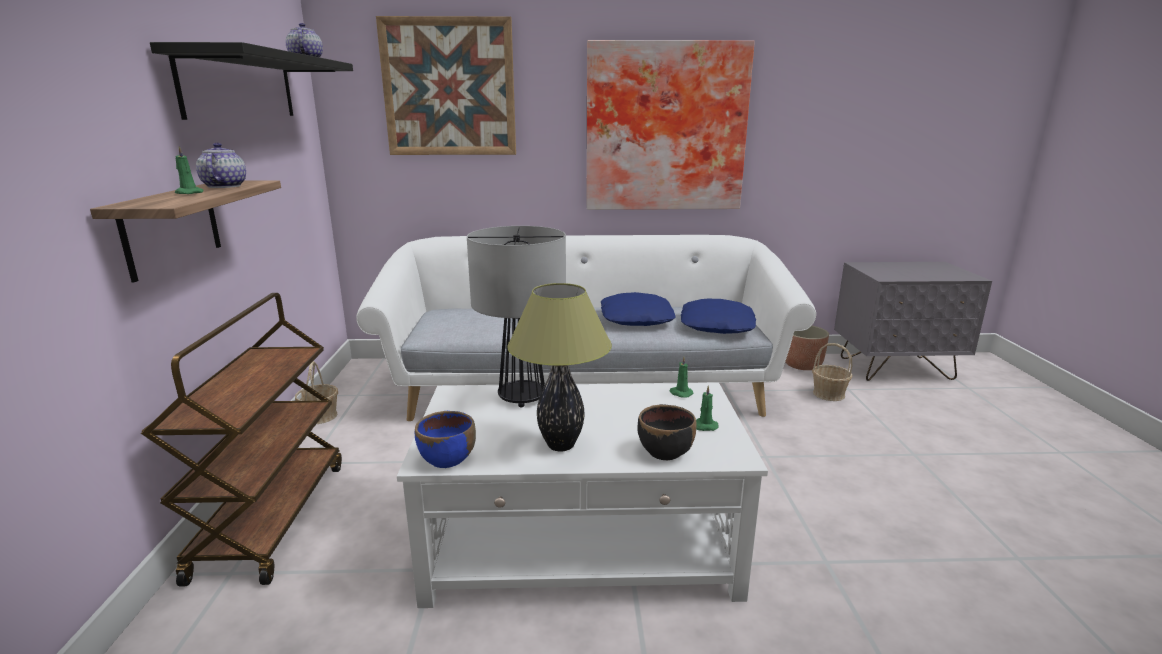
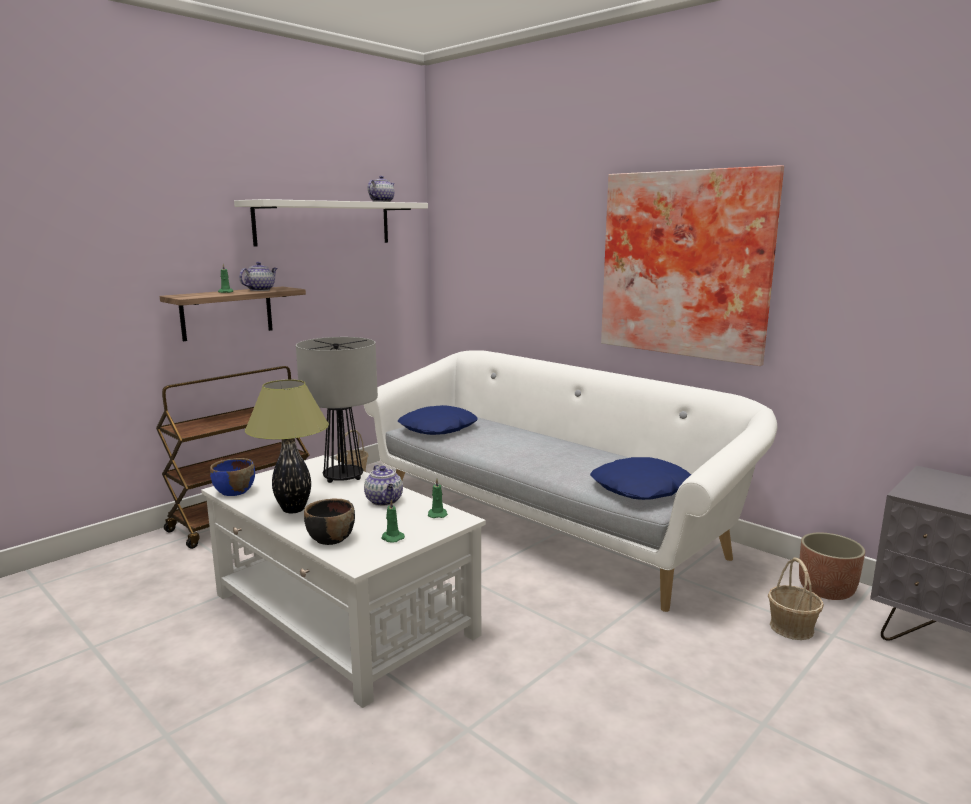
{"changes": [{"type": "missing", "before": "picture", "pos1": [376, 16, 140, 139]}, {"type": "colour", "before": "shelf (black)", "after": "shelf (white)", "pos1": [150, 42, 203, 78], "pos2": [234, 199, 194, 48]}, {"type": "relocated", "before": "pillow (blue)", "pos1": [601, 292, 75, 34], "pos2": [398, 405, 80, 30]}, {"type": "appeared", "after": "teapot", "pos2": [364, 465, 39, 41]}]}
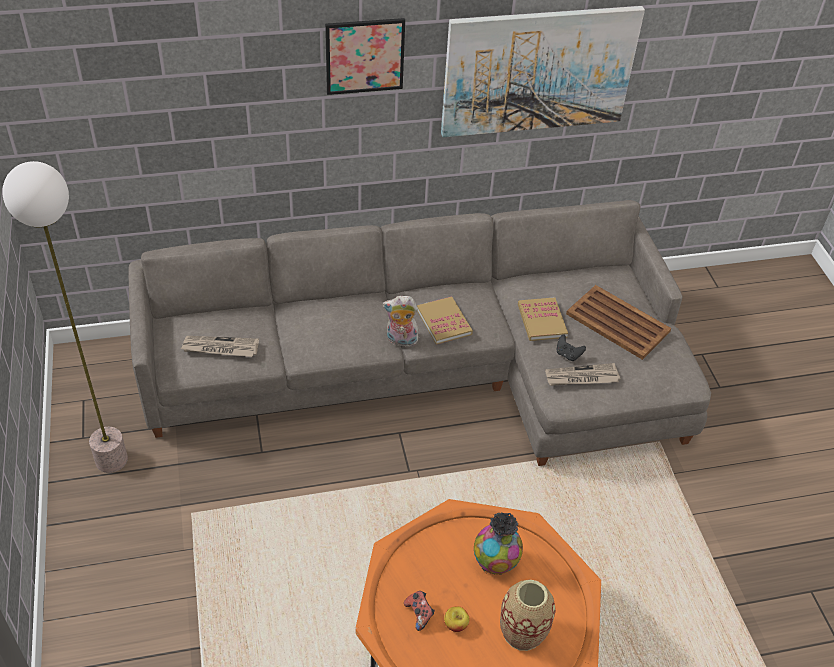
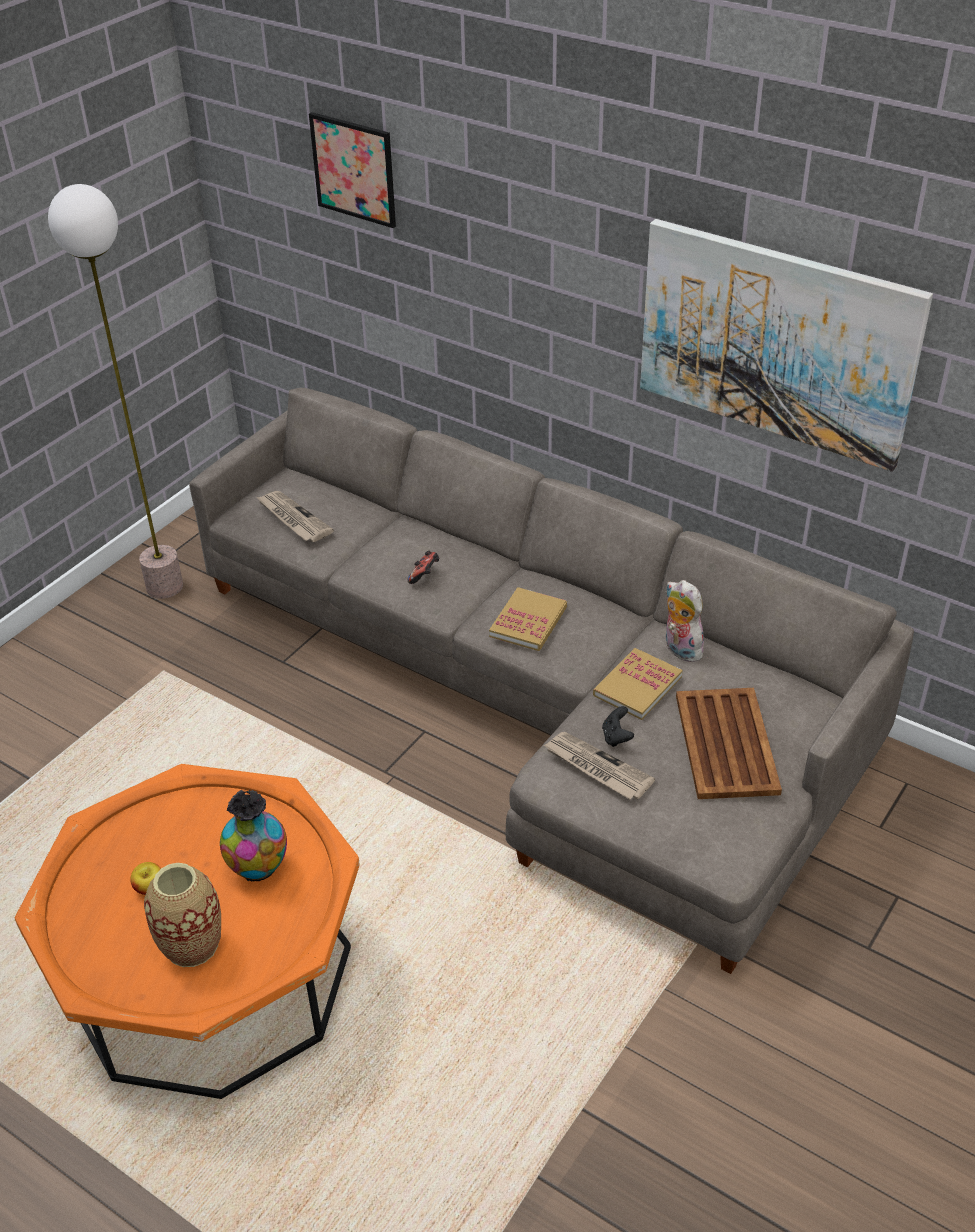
{"changes": [{"type": "relocated", "before": "picture", "pos1": [325, 18, 80, 77], "pos2": [309, 112, 87, 116]}, {"type": "relocated", "before": "plush toy", "pos1": [382, 296, 37, 51], "pos2": [665, 580, 42, 82]}, {"type": "relocated", "before": "game controller", "pos1": [404, 591, 31, 40], "pos2": [408, 550, 32, 34]}]}
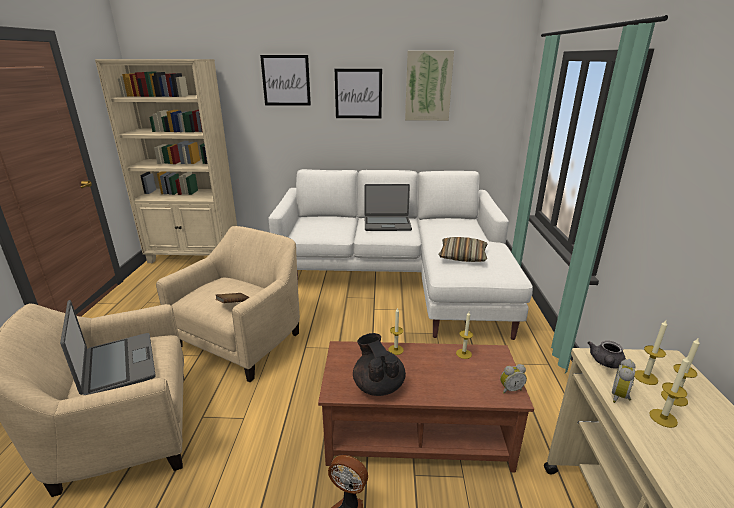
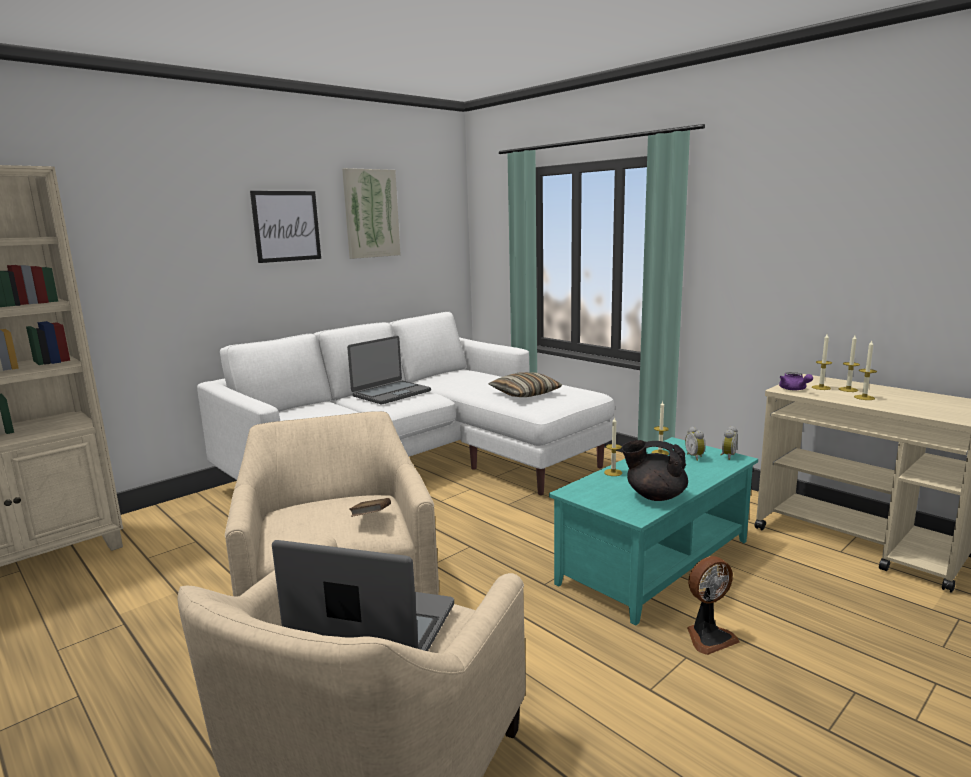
{"changes": [{"type": "missing", "before": "picture", "pos1": [260, 55, 51, 51]}, {"type": "colour", "before": "coffee table (brown)", "after": "coffee table (turquoise)", "pos1": [318, 341, 216, 131], "pos2": [549, 437, 209, 189]}, {"type": "colour", "before": "teapot (grey)", "after": "teapot (purple)", "pos1": [588, 341, 38, 28], "pos2": [779, 372, 34, 18]}, {"type": "relocated", "before": "alarm clock", "pos1": [612, 359, 24, 44], "pos2": [685, 427, 21, 34]}]}
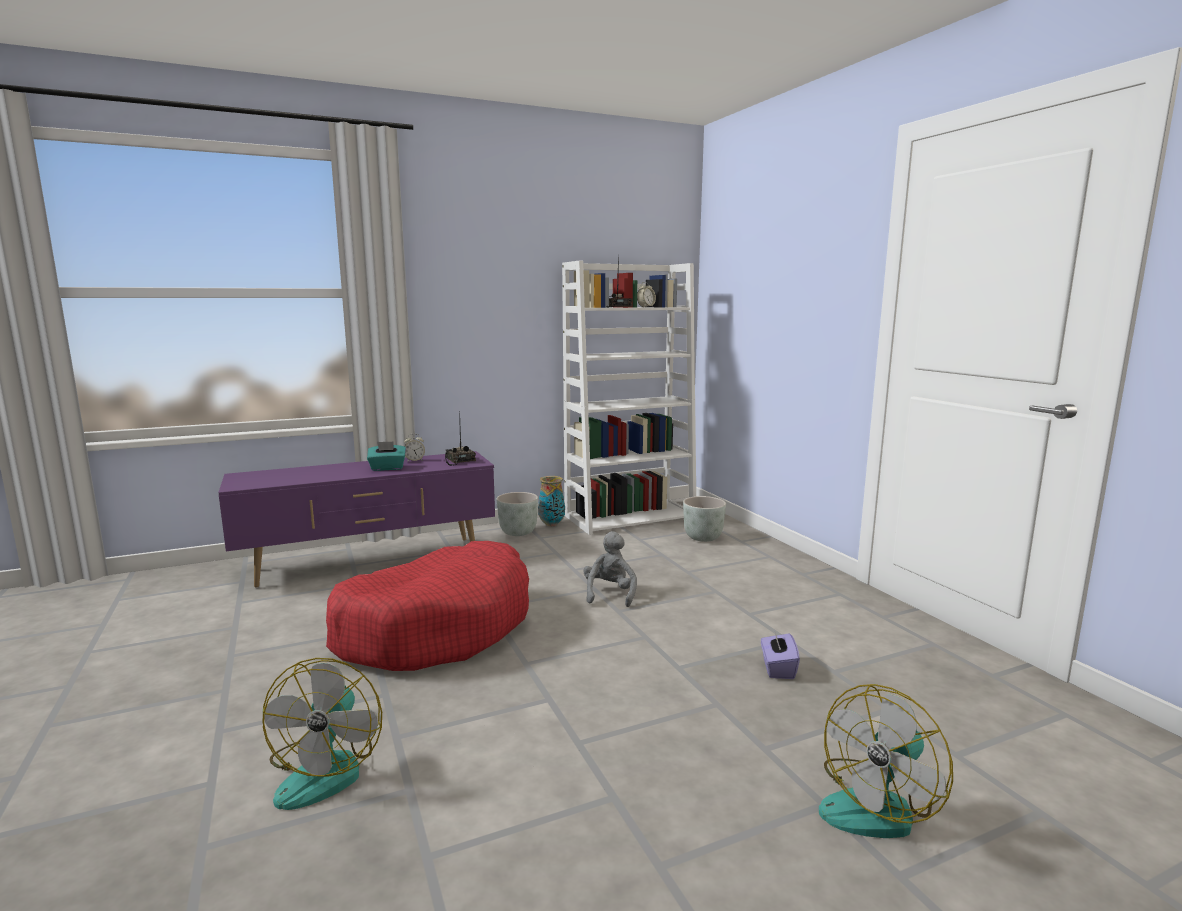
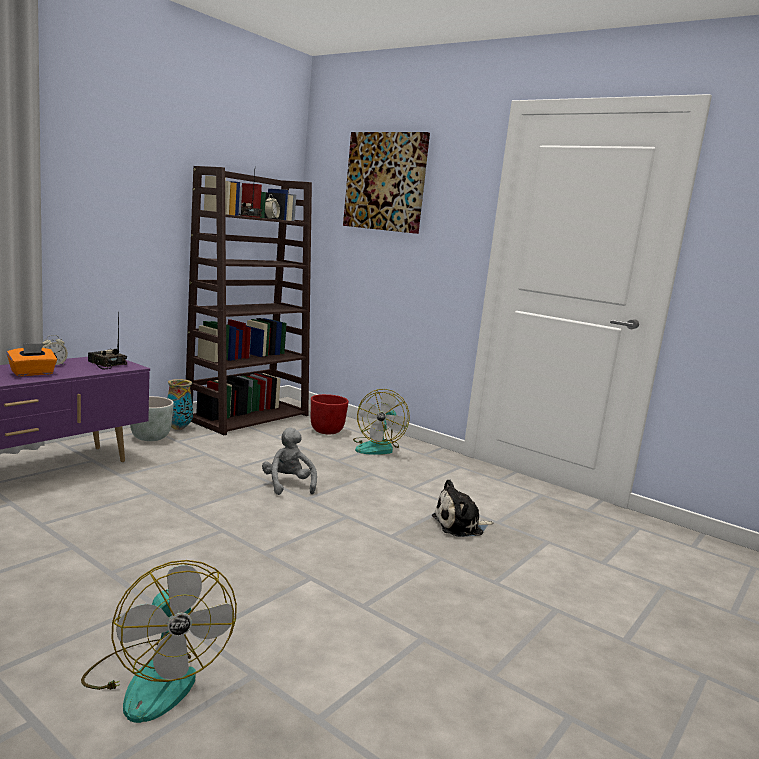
{"changes": [{"type": "colour", "before": "bookcase (white)", "after": "bookcase (brown)", "pos1": [562, 261, 134, 274], "pos2": [186, 166, 126, 269]}, {"type": "colour", "before": "tissue box (turquoise)", "after": "tissue box (orange)", "pos1": [367, 441, 39, 30], "pos2": [7, 343, 50, 33]}, {"type": "colour", "before": "planter (grey)", "after": "planter (red)", "pos1": [683, 496, 43, 46], "pos2": [311, 394, 38, 40]}, {"type": "missing", "before": "dog bed (red)", "pos1": [326, 541, 203, 130]}, {"type": "exchanged", "before": "tissue box (purple)", "after": "plush toy", "pos1": [761, 629, 39, 50], "pos2": [432, 479, 61, 58]}, {"type": "relocated", "before": "fan", "pos1": [819, 684, 134, 154], "pos2": [353, 389, 57, 66]}, {"type": "appeared", "after": "picture", "pos2": [343, 132, 87, 102]}]}
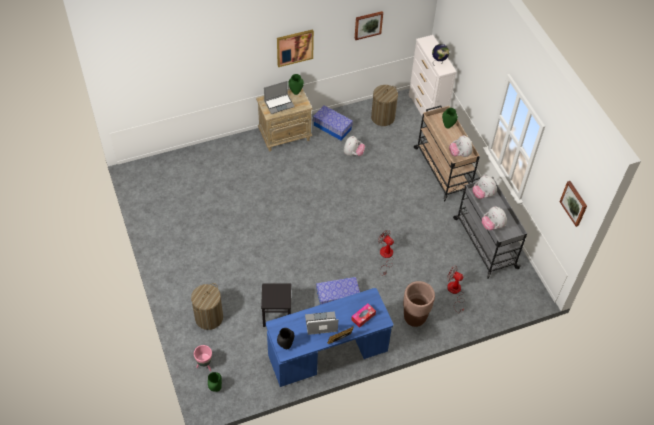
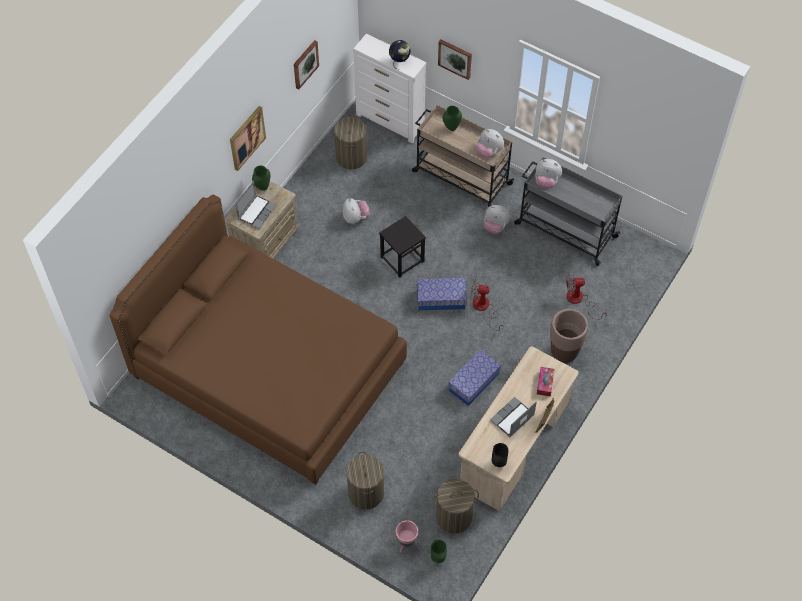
{"changes": [{"type": "relocated", "before": "storage box", "pos1": [313, 105, 40, 35], "pos2": [417, 278, 50, 32]}, {"type": "relocated", "before": "picture", "pos1": [560, 181, 27, 46], "pos2": [438, 39, 34, 41]}, {"type": "relocated", "before": "plush toy", "pos1": [482, 207, 25, 23], "pos2": [484, 205, 26, 29]}, {"type": "relocated", "before": "stool (black)", "pos1": [261, 284, 30, 43], "pos2": [379, 216, 47, 62]}, {"type": "colour", "before": "desk (blue)", "after": "desk (beige)", "pos1": [266, 288, 127, 99], "pos2": [459, 346, 120, 165]}, {"type": "appeared", "after": "bed (brown)", "pos2": [109, 194, 298, 291]}, {"type": "appeared", "after": "laundry basket", "pos2": [433, 479, 46, 55]}]}
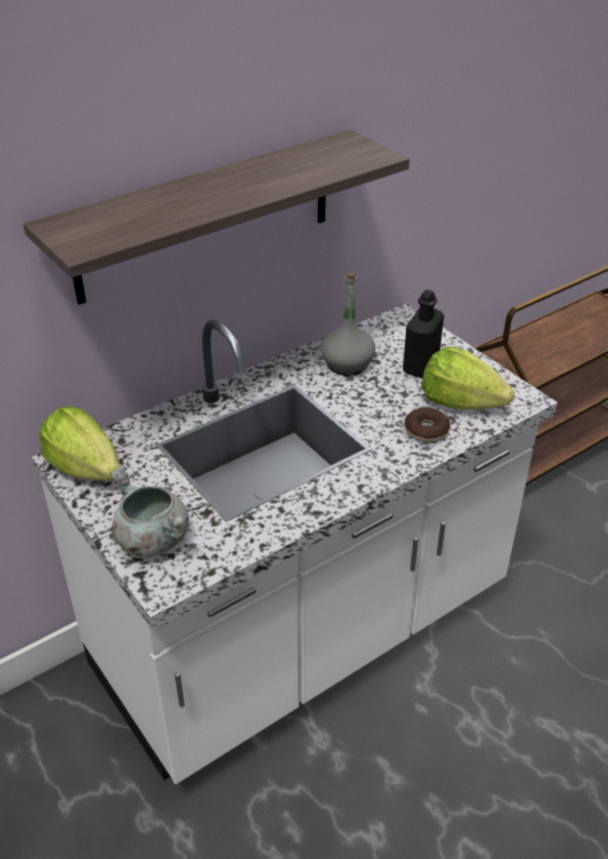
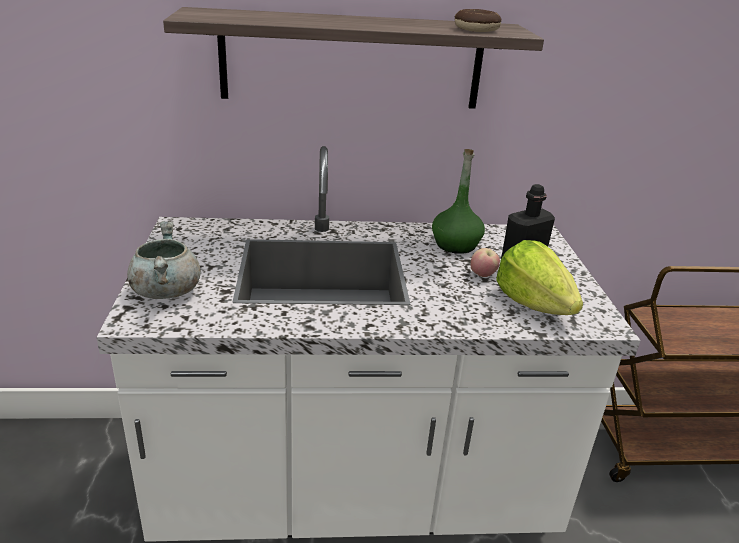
{"changes": [{"type": "colour", "before": "bottle (grey)", "after": "bottle (green)", "pos1": [321, 273, 54, 103], "pos2": [432, 149, 53, 105]}, {"type": "missing", "before": "lettuce", "pos1": [39, 406, 81, 75]}, {"type": "relocated", "before": "donut", "pos1": [405, 408, 45, 34], "pos2": [455, 9, 46, 23]}, {"type": "appeared", "after": "apple", "pos2": [470, 248, 30, 29]}]}
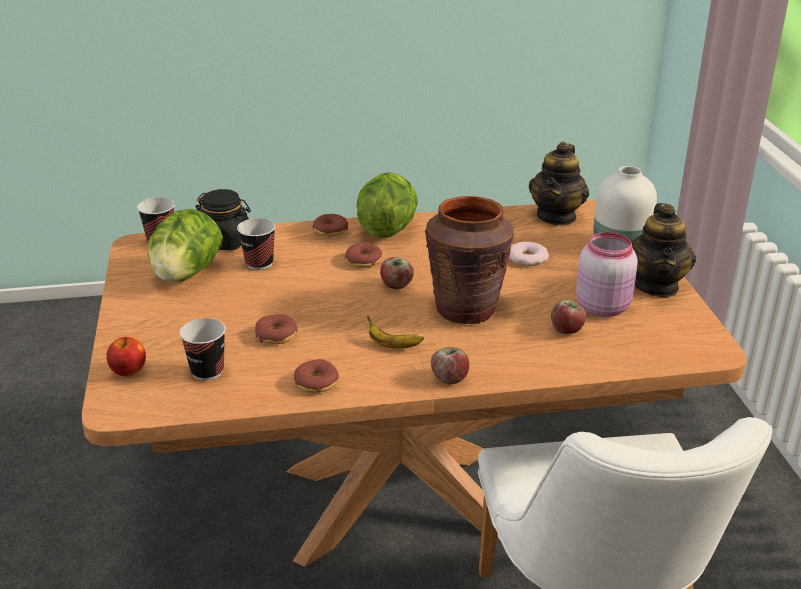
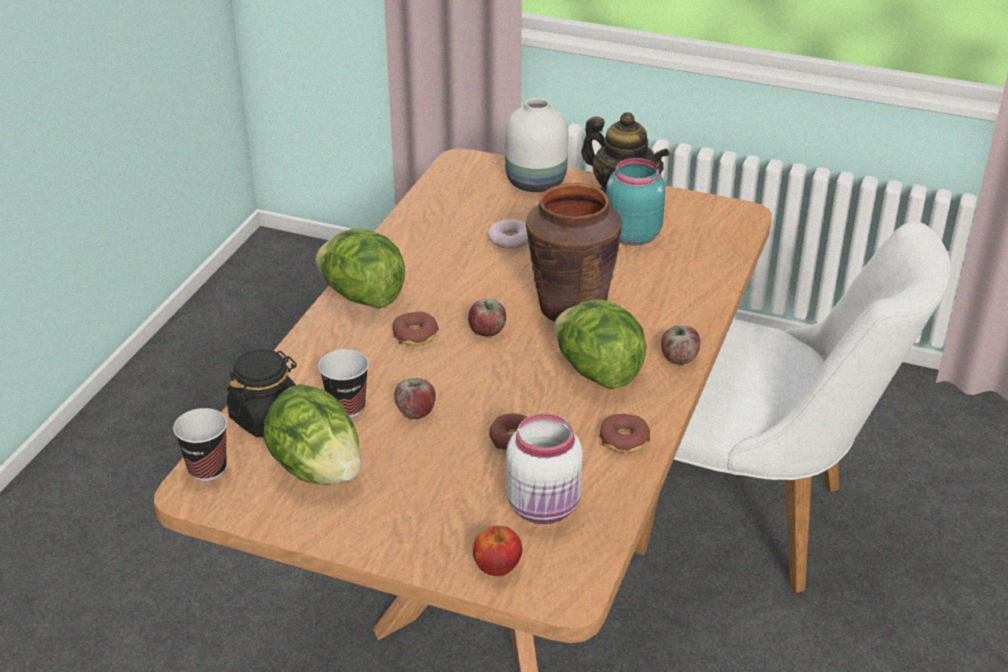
{"changes": [{"type": "missing", "before": "teapot", "pos1": [529, 142, 60, 84]}, {"type": "missing", "before": "donut", "pos1": [313, 214, 35, 23]}, {"type": "colour", "before": "jar (pink)", "after": "jar (turquoise)", "pos1": [576, 232, 62, 85], "pos2": [606, 158, 59, 88]}, {"type": "relocated", "before": "apple", "pos1": [551, 300, 35, 34], "pos2": [394, 378, 42, 41]}, {"type": "exchanged", "before": "banana", "after": "lettuce", "pos1": [367, 316, 57, 32], "pos2": [554, 299, 92, 90]}, {"type": "exchanged", "before": "cup", "after": "jar (white)", "pos1": [179, 318, 47, 63], "pos2": [506, 413, 77, 111]}]}
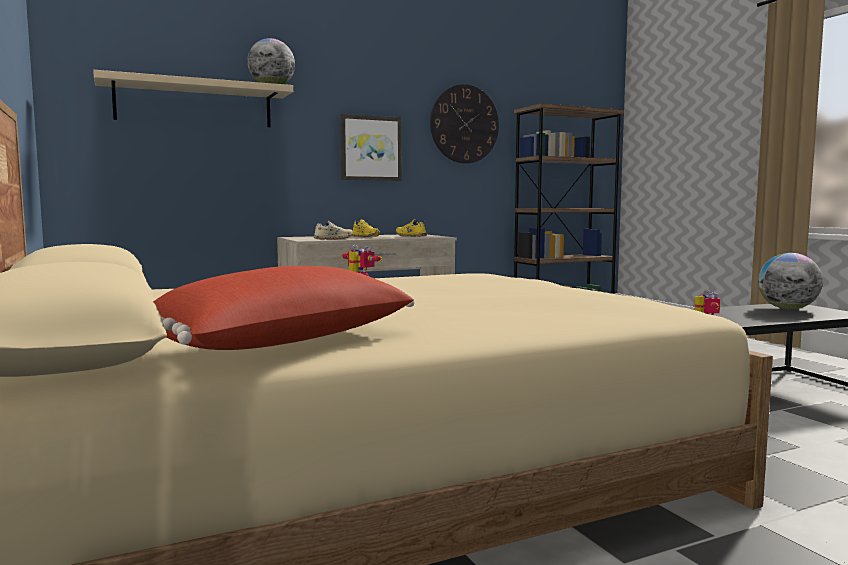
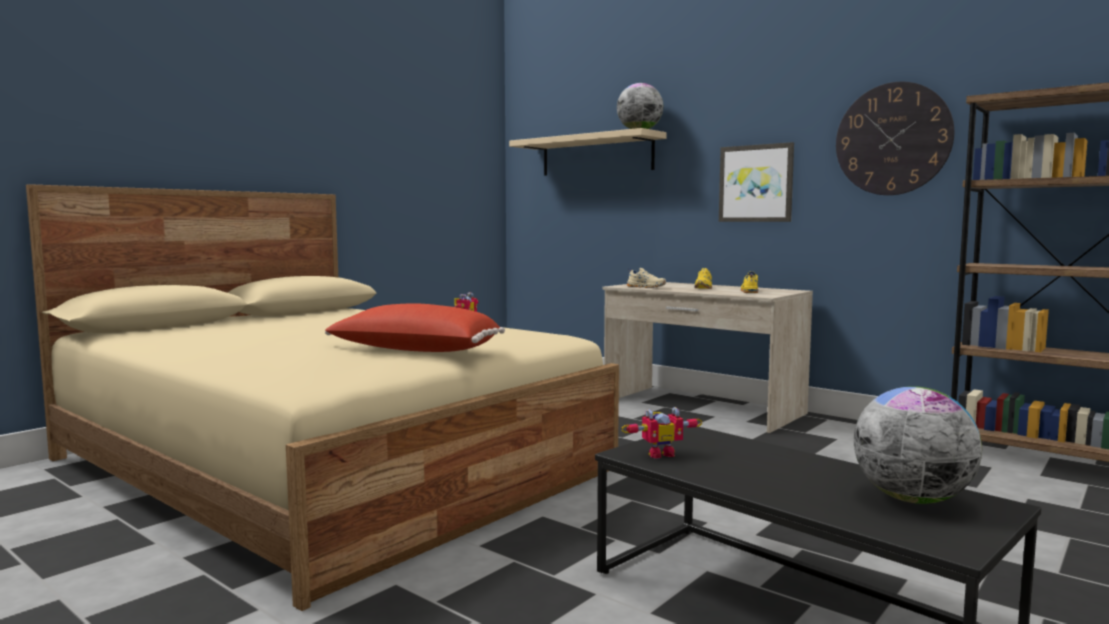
{"changes": [{"type": "relocated", "before": "pillow (red)", "pos1": [153, 266, 262, 84], "pos2": [325, 303, 180, 49]}]}
